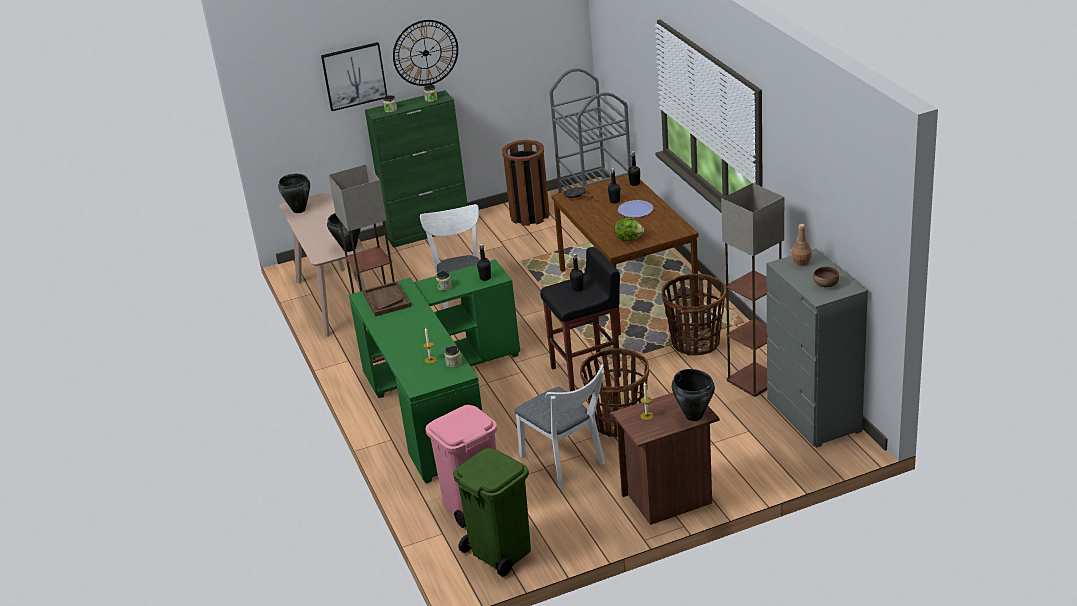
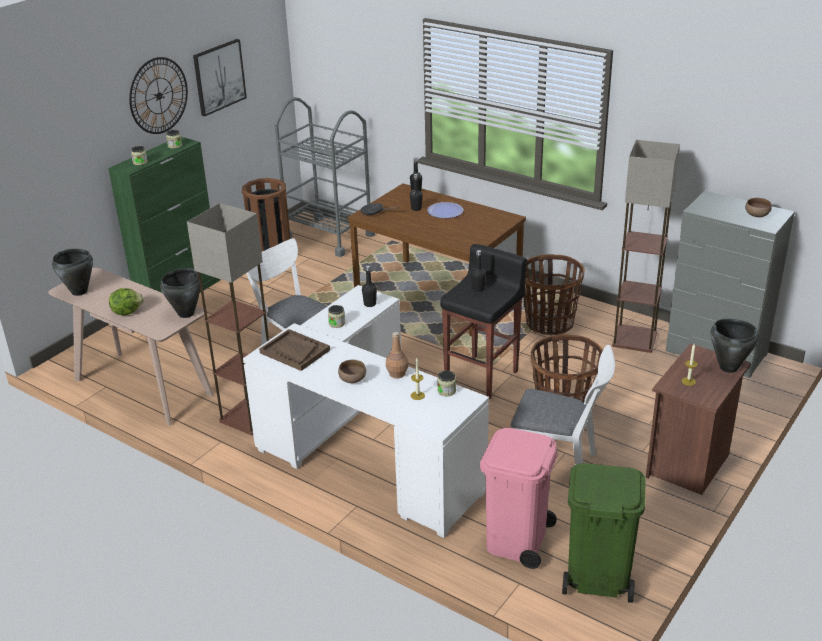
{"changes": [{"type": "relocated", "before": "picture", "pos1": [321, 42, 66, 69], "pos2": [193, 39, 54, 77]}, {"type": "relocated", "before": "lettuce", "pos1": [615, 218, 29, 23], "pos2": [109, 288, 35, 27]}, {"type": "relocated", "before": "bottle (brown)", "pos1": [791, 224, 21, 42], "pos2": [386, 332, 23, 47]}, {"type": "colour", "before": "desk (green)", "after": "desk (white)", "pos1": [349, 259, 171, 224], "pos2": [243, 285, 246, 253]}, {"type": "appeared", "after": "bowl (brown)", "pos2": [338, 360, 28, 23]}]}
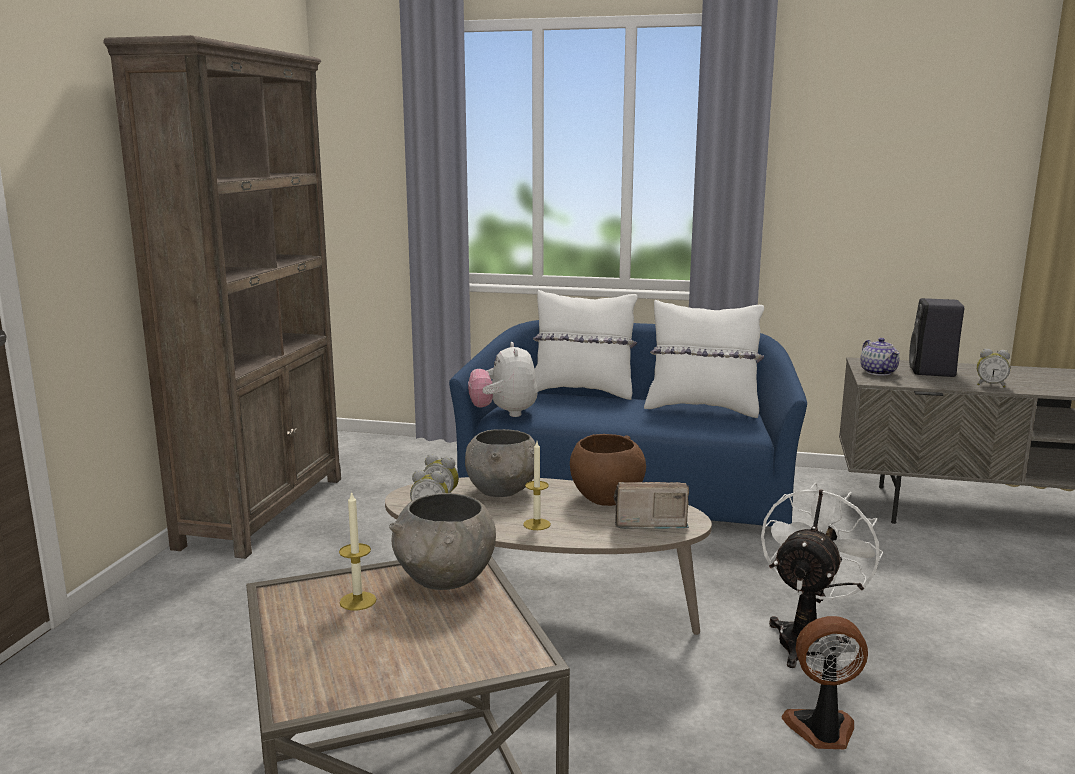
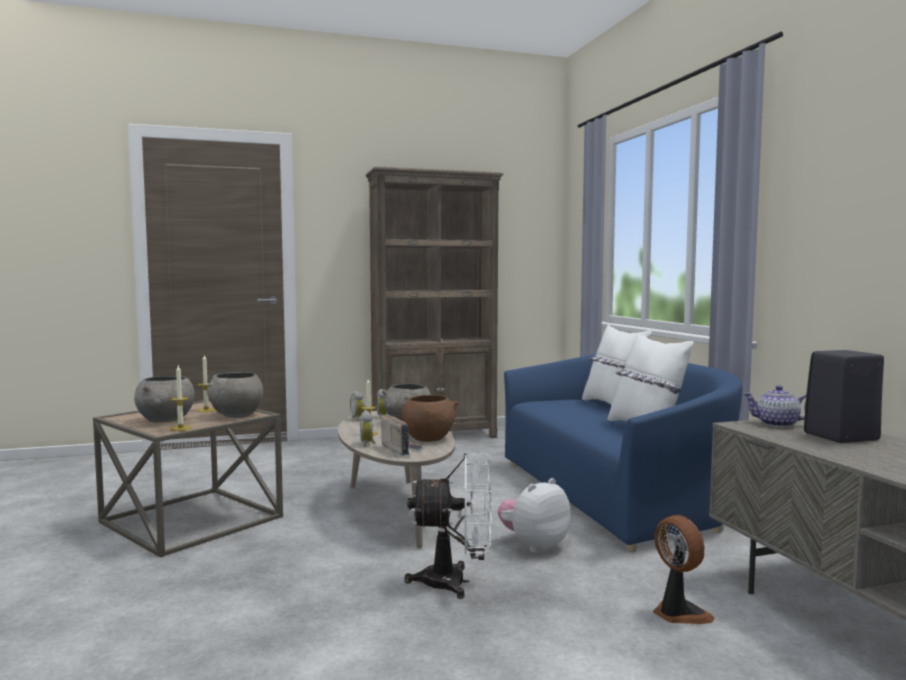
{"changes": [{"type": "spun", "before": "teapot", "pos1": [860, 338, 39, 38], "pos2": [743, 385, 63, 42], "turn": 60}, {"type": "relocated", "before": "plush toy", "pos1": [468, 342, 70, 75], "pos2": [498, 478, 73, 75]}, {"type": "relocated", "before": "alarm clock", "pos1": [977, 349, 33, 39], "pos2": [360, 411, 15, 36]}, {"type": "relocated", "before": "fan", "pos1": [782, 616, 86, 133], "pos2": [653, 515, 62, 109]}, {"type": "appeared", "after": "candle", "pos2": [170, 366, 22, 65]}, {"type": "appeared", "after": "bowl (grey)", "pos2": [134, 376, 61, 47]}]}
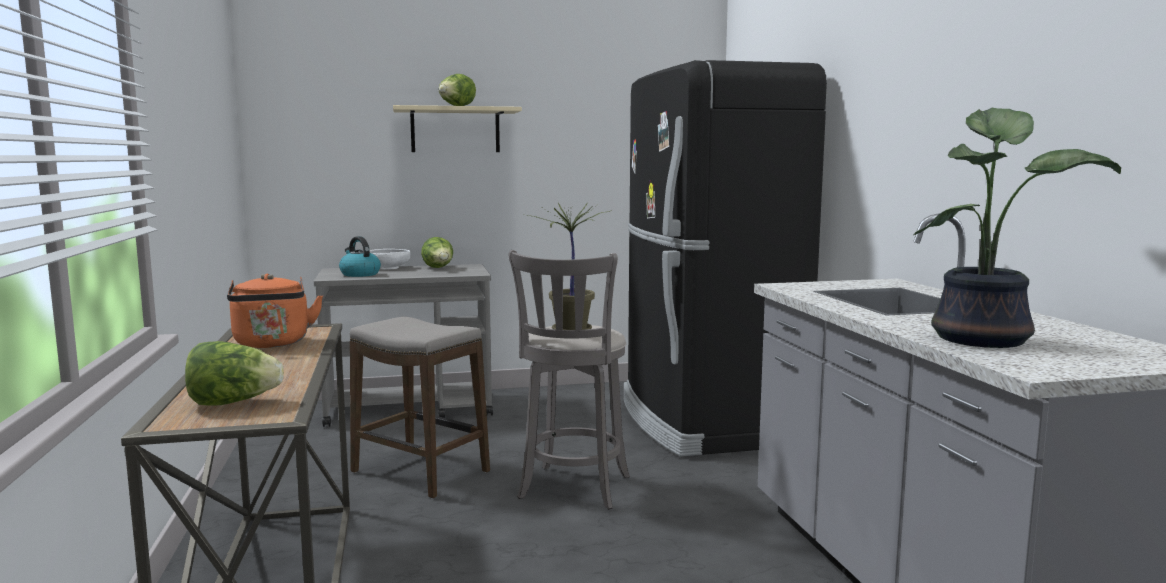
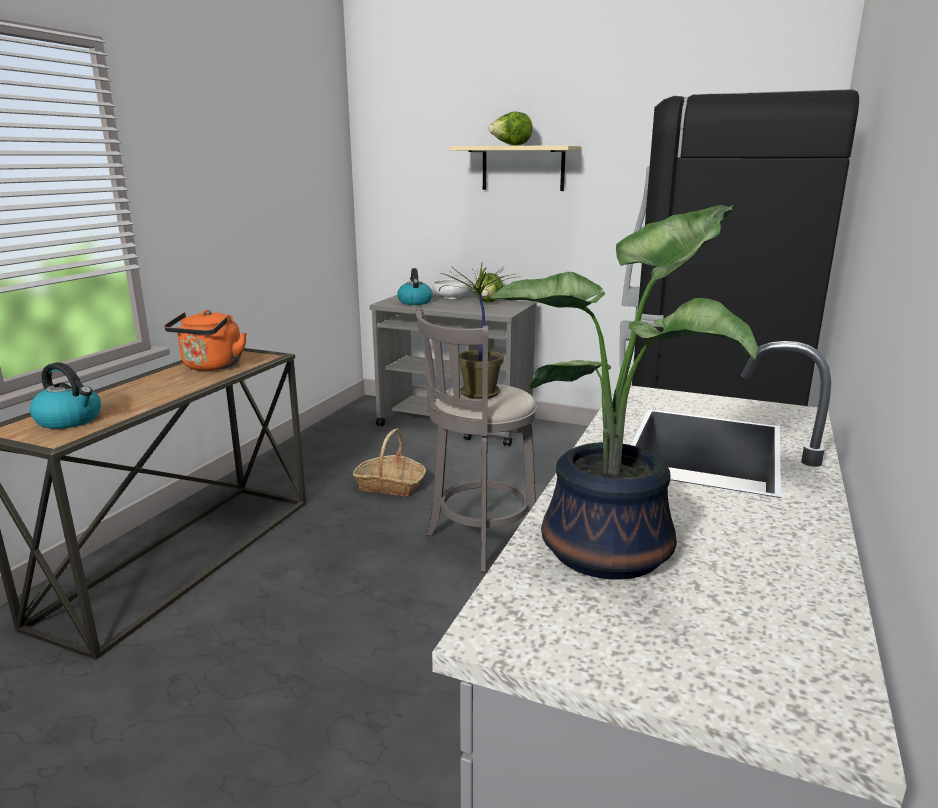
{"changes": [{"type": "exchanged", "before": "stool", "after": "basket", "pos1": [350, 317, 140, 181], "pos2": [353, 428, 73, 68]}, {"type": "exchanged", "before": "lettuce", "after": "kettle", "pos1": [185, 341, 99, 65], "pos2": [30, 362, 71, 67]}]}
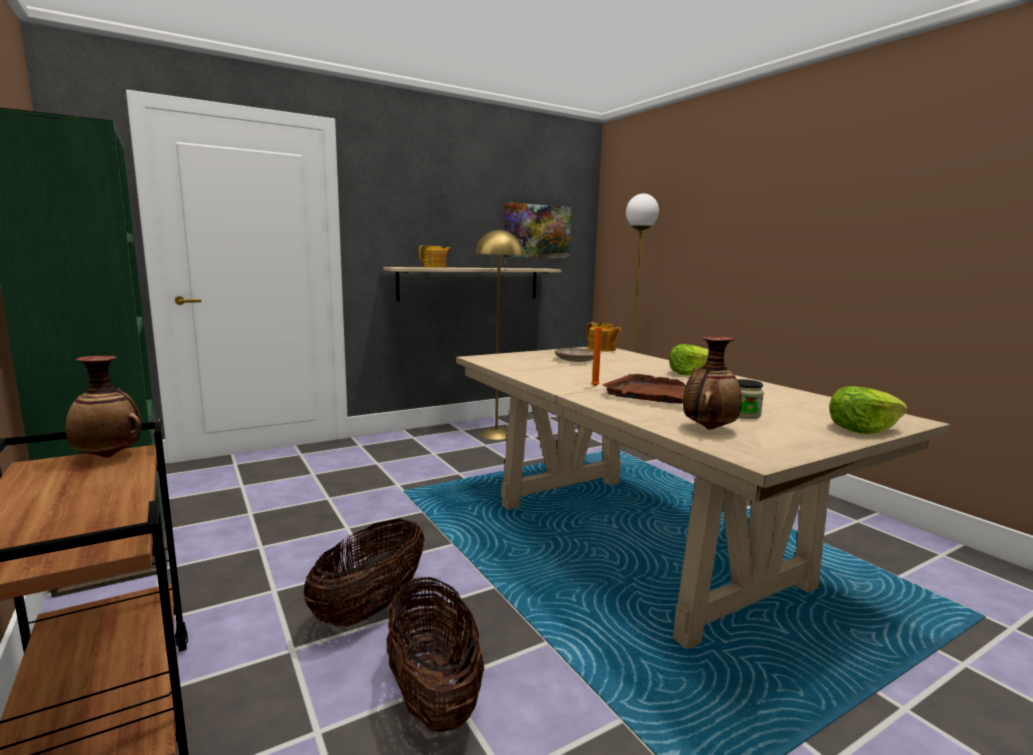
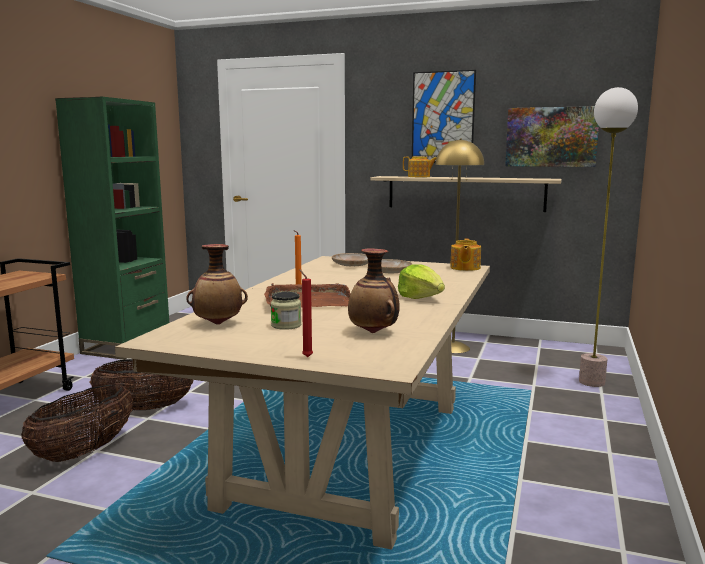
{"changes": [{"type": "relocated", "before": "vase", "pos1": [65, 356, 77, 102], "pos2": [348, 248, 52, 85]}, {"type": "exchanged", "before": "lettuce", "after": "candle (red)", "pos1": [829, 386, 79, 48], "pos2": [299, 269, 14, 88]}, {"type": "appeared", "after": "picture", "pos2": [412, 70, 64, 93]}, {"type": "appeared", "after": "plate (beige)", "pos2": [332, 253, 36, 13]}]}
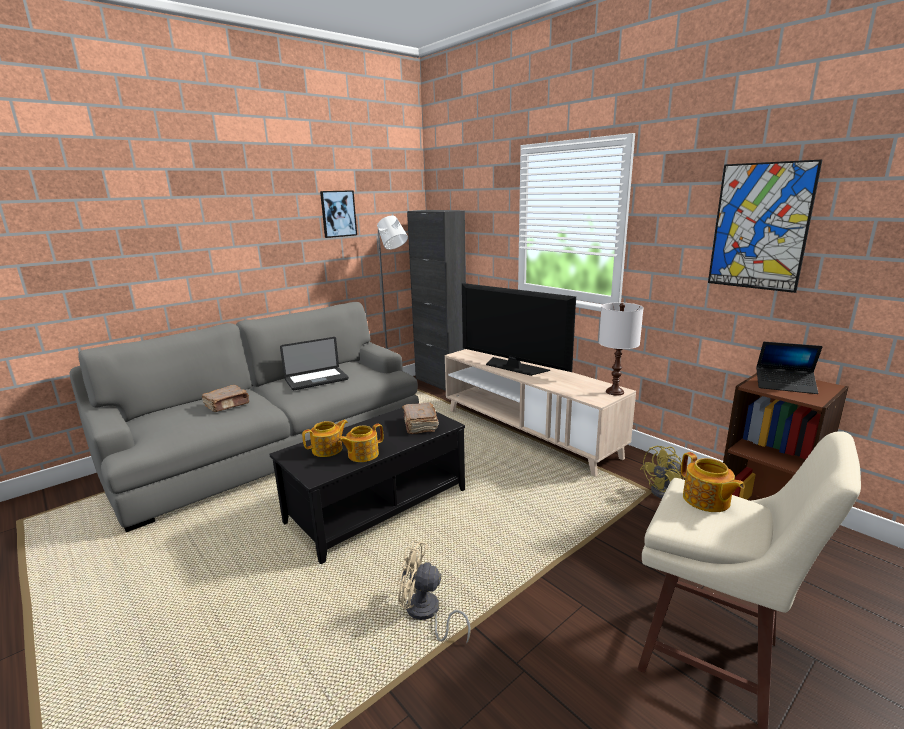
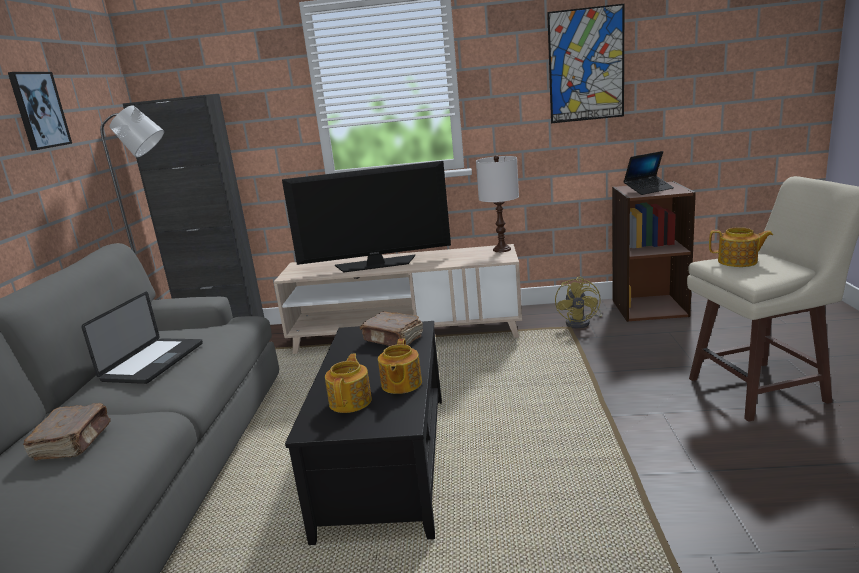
{"changes": [{"type": "missing", "before": "fan (beige)", "pos1": [398, 541, 73, 102]}]}
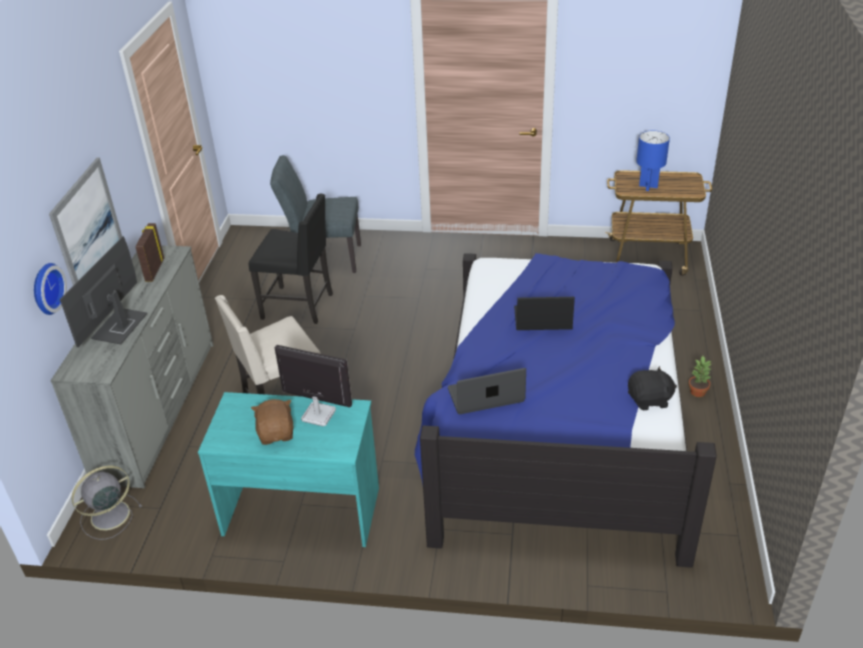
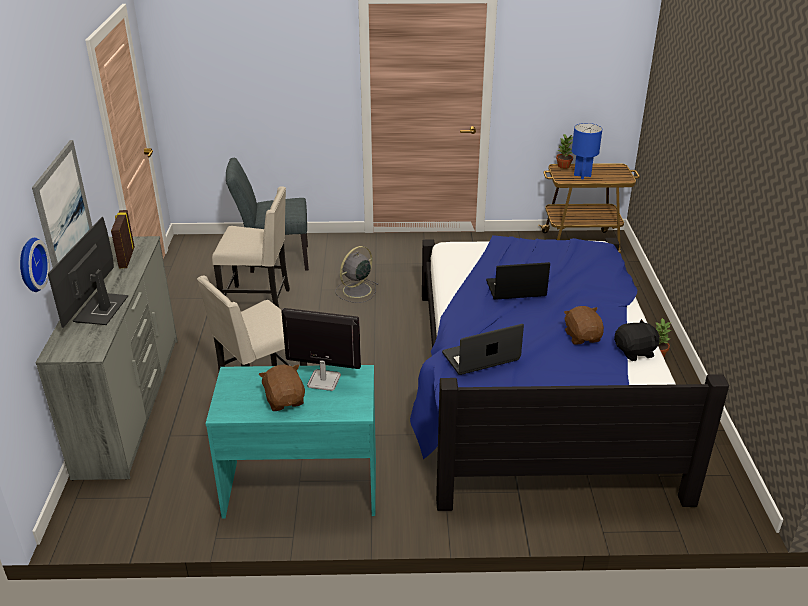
{"changes": [{"type": "colour", "before": "chair (black)", "after": "chair (beige)", "pos1": [249, 194, 84, 130], "pos2": [212, 186, 78, 122]}, {"type": "relocated", "before": "fan (grey)", "pos1": [72, 466, 70, 74], "pos2": [335, 246, 43, 57]}, {"type": "appeared", "after": "potted plant", "pos2": [556, 134, 17, 35]}, {"type": "appeared", "after": "plush toy (brown)", "pos2": [564, 306, 40, 39]}]}
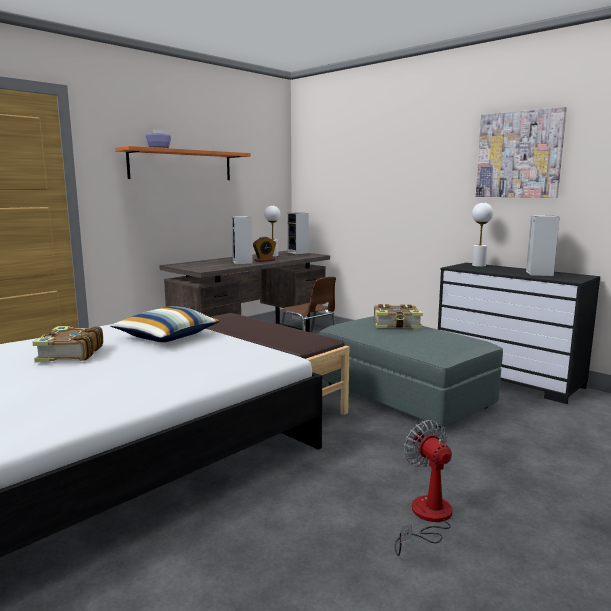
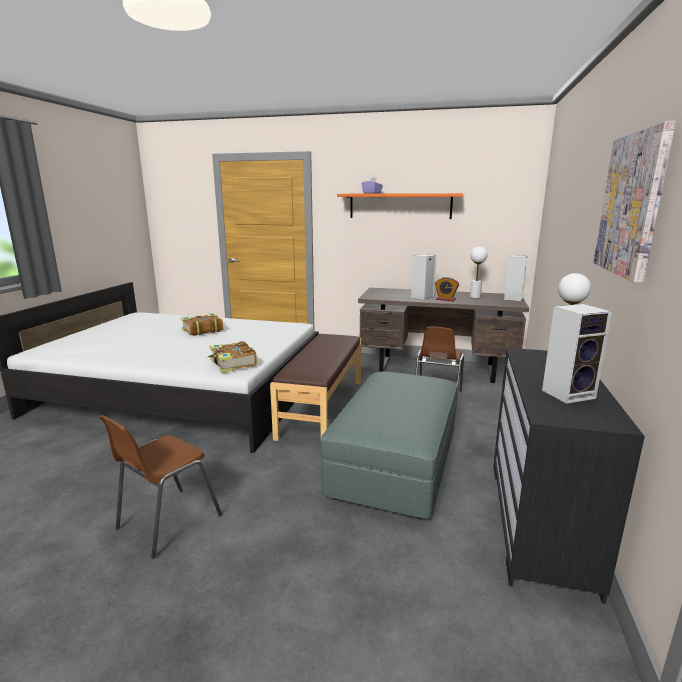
{"changes": [{"type": "relocated", "before": "book", "pos1": [374, 304, 49, 24], "pos2": [207, 341, 50, 32]}, {"type": "missing", "before": "pillow", "pos1": [110, 306, 110, 36]}, {"type": "exchanged", "before": "fan", "after": "chair (brown)", "pos1": [395, 420, 57, 136], "pos2": [99, 415, 123, 144]}]}
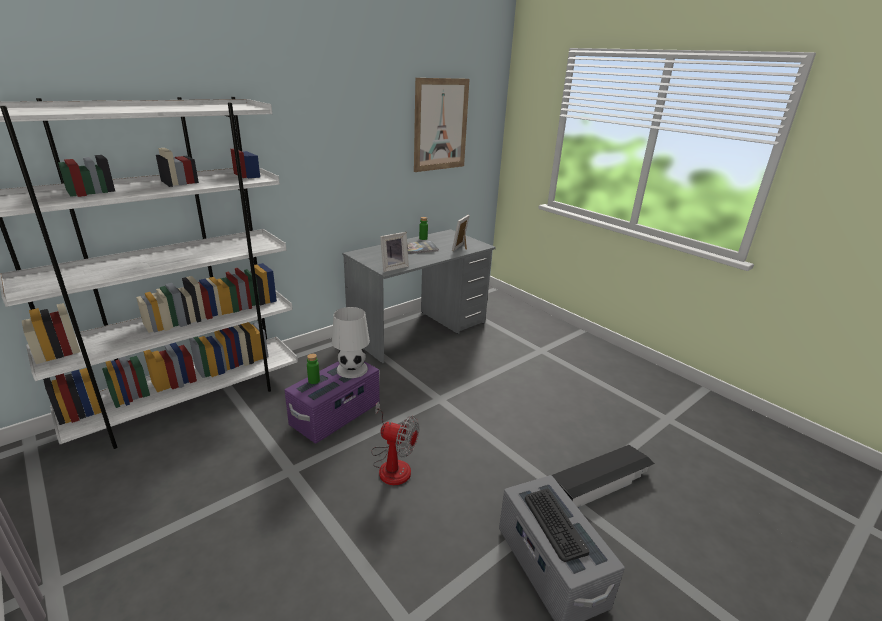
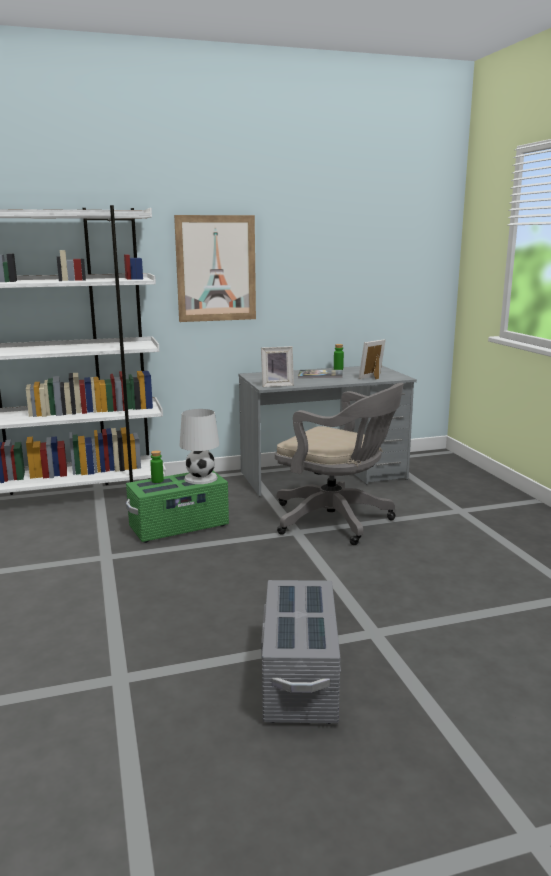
{"changes": [{"type": "relocated", "before": "picture", "pos1": [414, 78, 55, 94], "pos2": [174, 215, 82, 107]}, {"type": "colour", "before": "storage box (purple)", "after": "storage box (green)", "pos1": [284, 361, 96, 83], "pos2": [126, 471, 103, 72]}, {"type": "missing", "before": "fan", "pos1": [371, 401, 48, 84]}, {"type": "missing", "before": "storage box (black)", "pos1": [552, 445, 103, 63]}, {"type": "missing", "before": "keyboard", "pos1": [525, 489, 65, 73]}, {"type": "appeared", "after": "office chair (grey)", "pos2": [275, 383, 129, 162]}]}
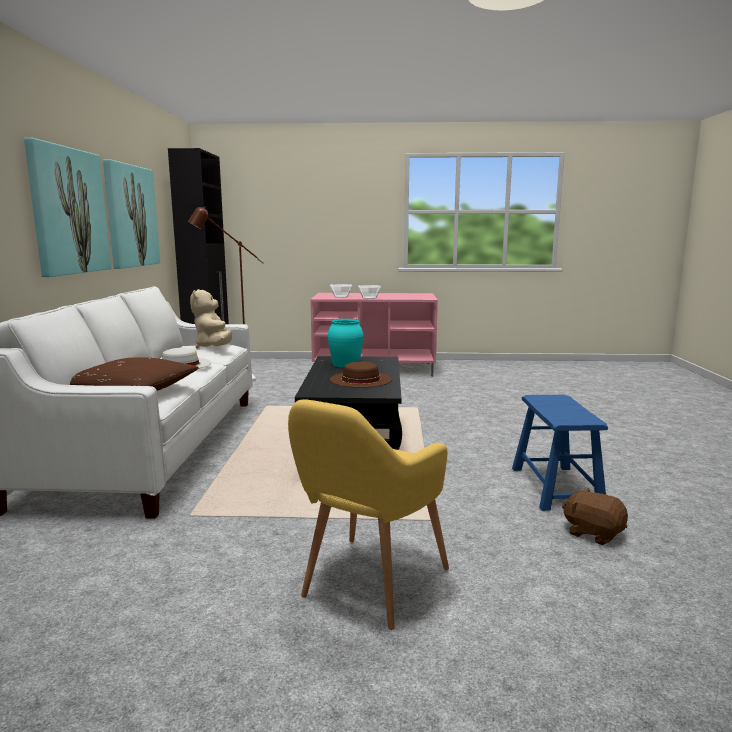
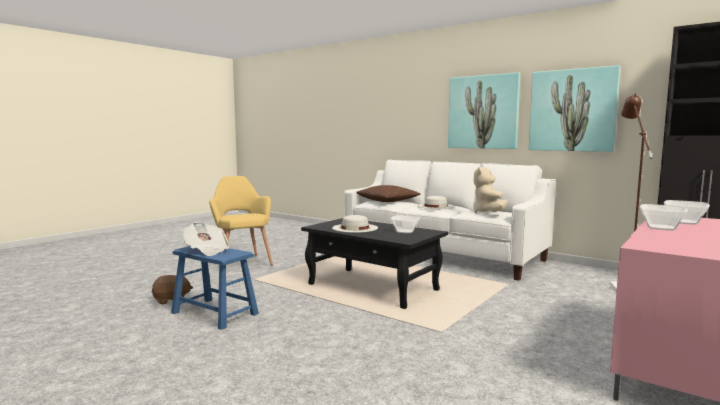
{"changes": [{"type": "spun", "before": "plush toy (beige)", "pos1": [190, 289, 42, 60], "pos2": [474, 167, 34, 46], "turn": -105}, {"type": "exchanged", "before": "vase (turquoise)", "after": "bowl", "pos1": [328, 319, 36, 48], "pos2": [391, 215, 29, 19]}, {"type": "colour", "before": "hat (brown)", "after": "hat (white)", "pos1": [330, 361, 62, 27], "pos2": [332, 215, 46, 18]}, {"type": "appeared", "after": "newspaper", "pos2": [183, 222, 46, 34]}]}
